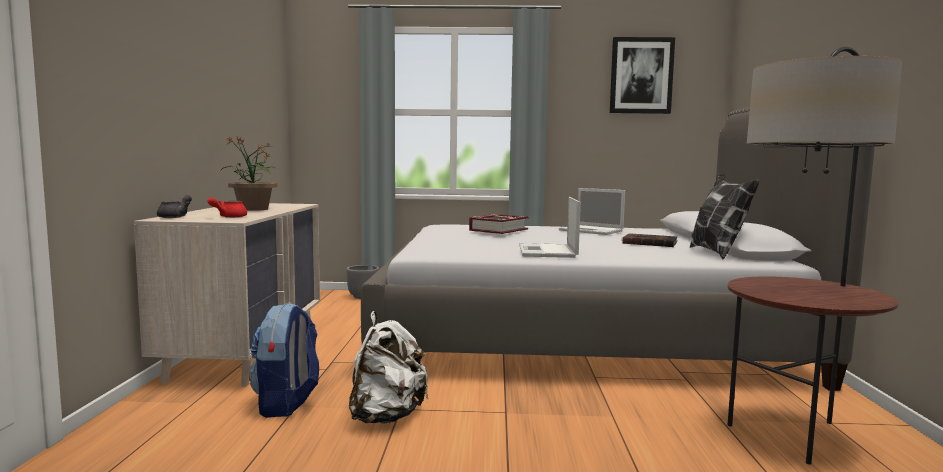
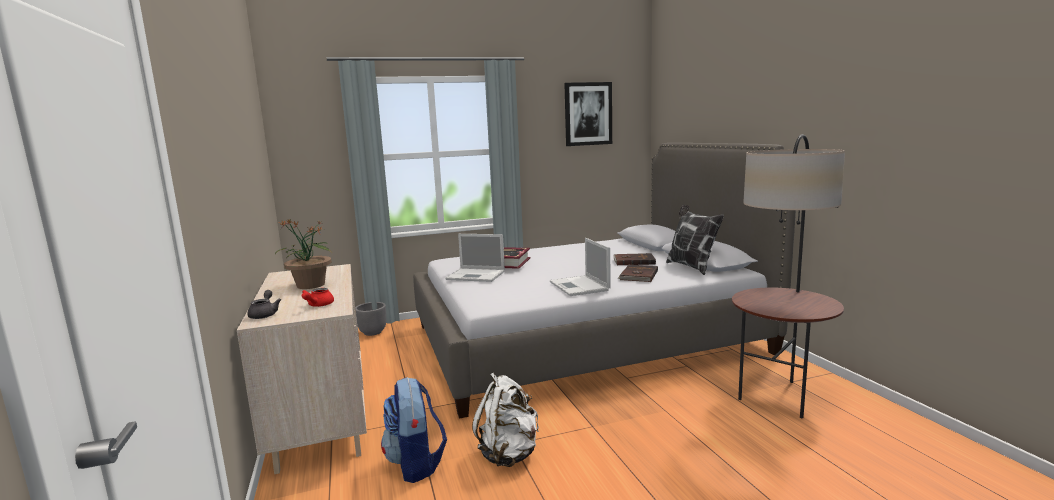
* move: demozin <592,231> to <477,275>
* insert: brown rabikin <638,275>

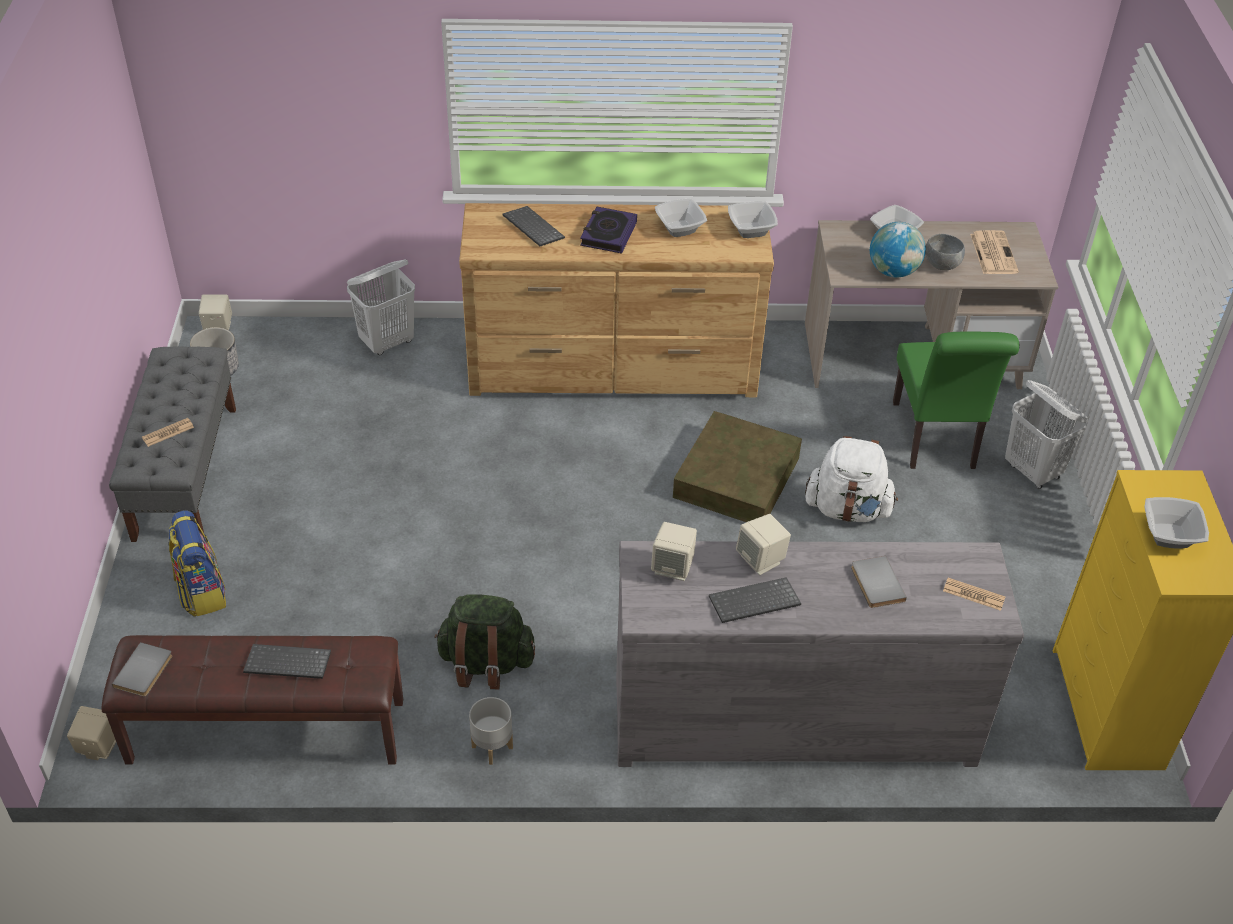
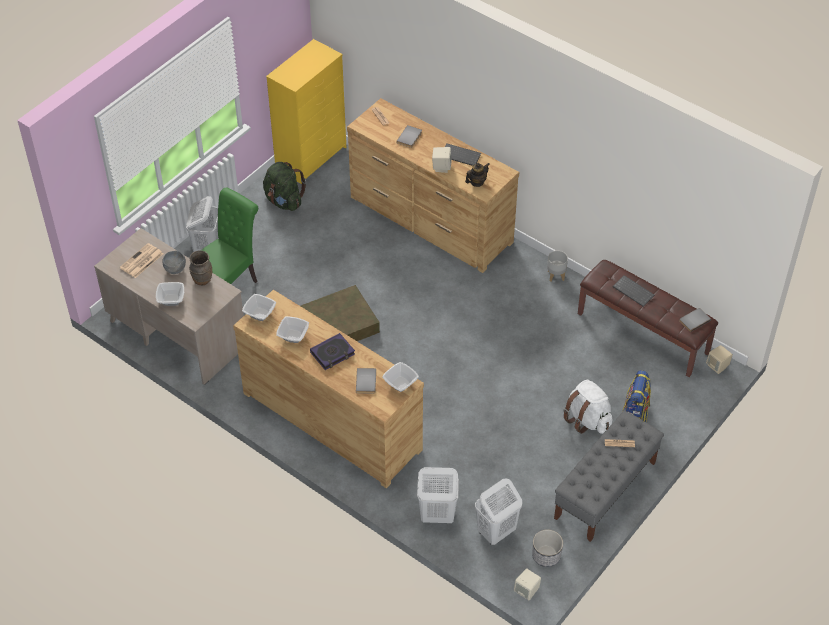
* move: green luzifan <486,663> to <284,201>
* replace: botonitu <531,228> to grey rabikin <367,381>
* recolor: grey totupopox <791,718> to brown totupopox <430,220>
* replace: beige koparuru <673,567> to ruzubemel <477,182>
* move: white luzifan <847,509> to <587,419>
* replace: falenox <893,271> to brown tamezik <202,280>
* move: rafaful <1168,535> to <401,384>
* insert: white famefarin <496,532>

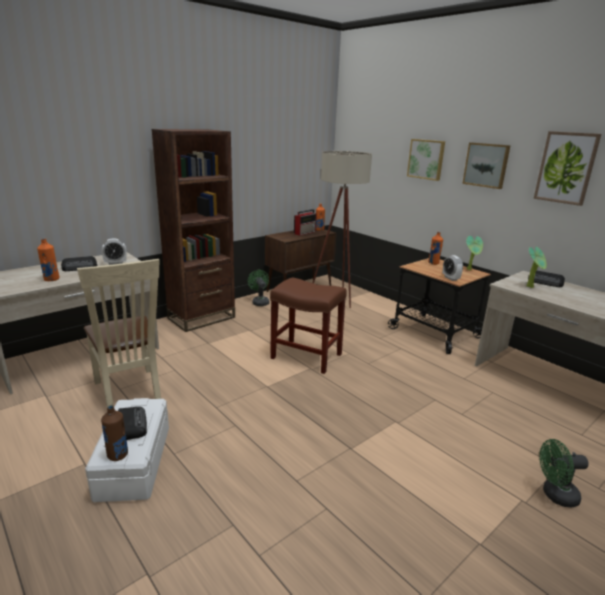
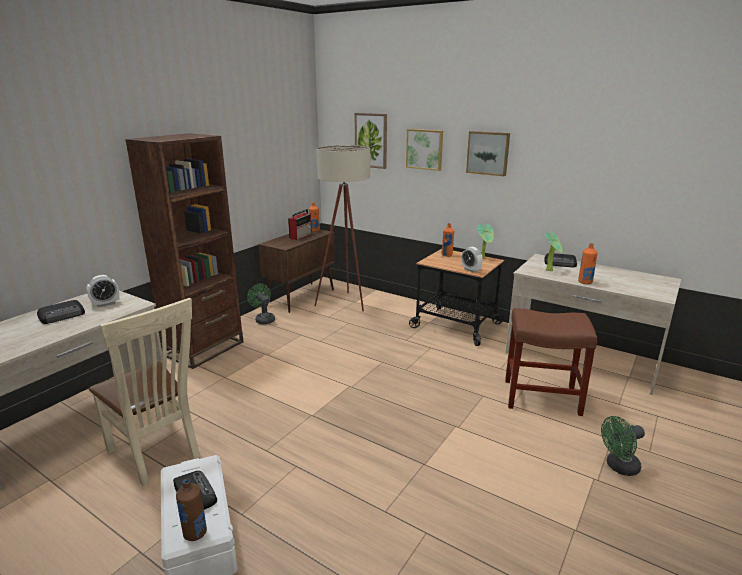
* move: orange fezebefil <51,279> to <585,282>
* move: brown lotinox <305,356> to <540,397>
* move: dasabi <566,168> to <371,140>

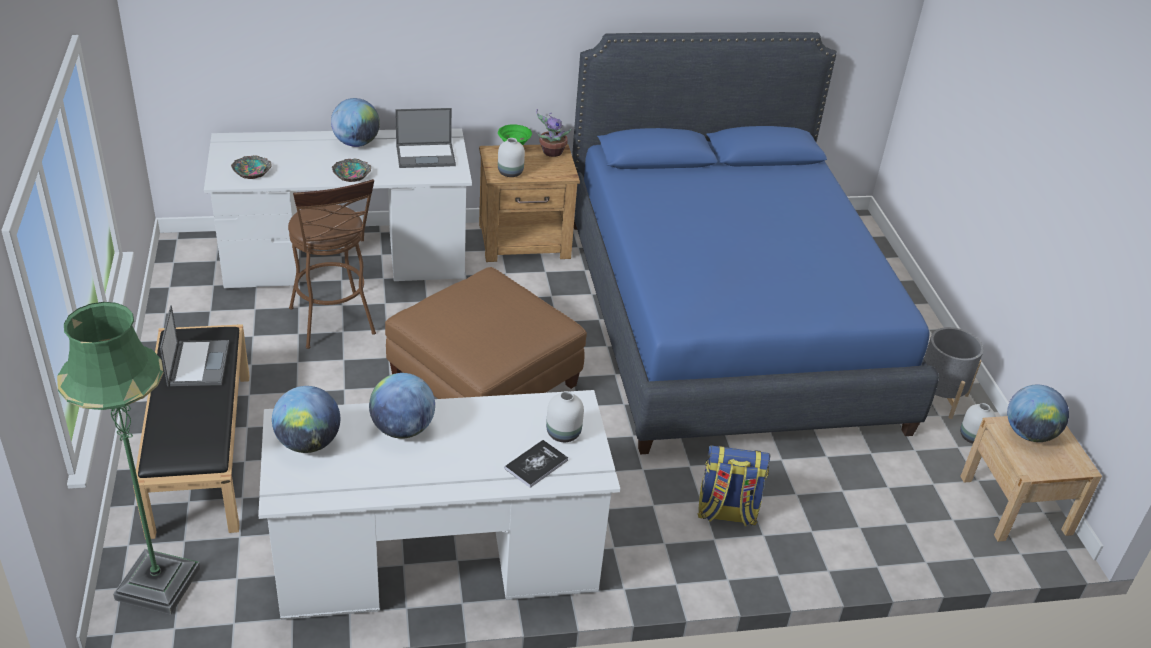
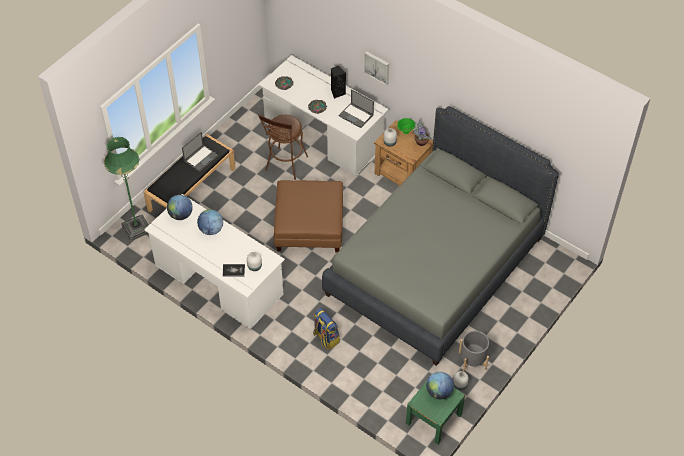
* replace: falenox <356,143> to black koparuru <337,92>
* recolor: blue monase <726,319> to grey monase <435,266>
* recolor: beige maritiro <1015,505> to green maritiro <433,418>
* insert: dasabi <377,67>

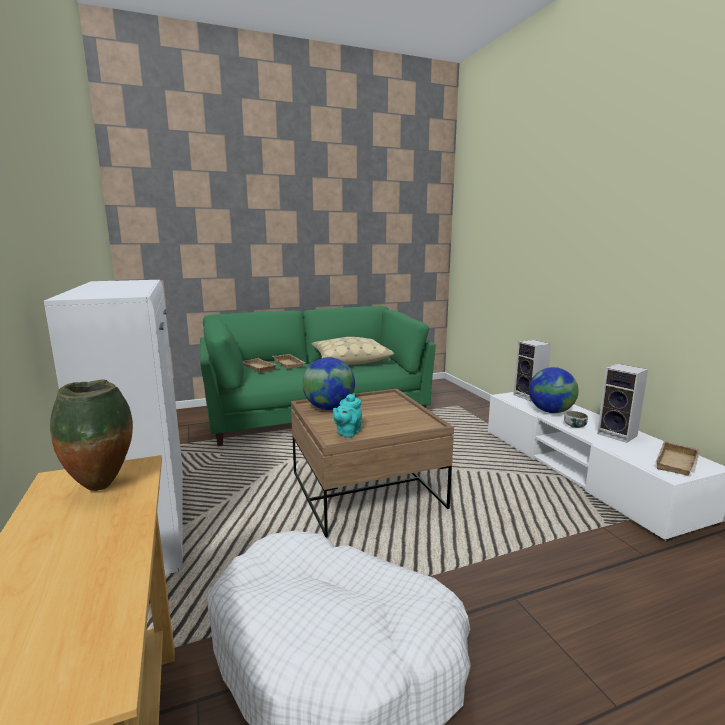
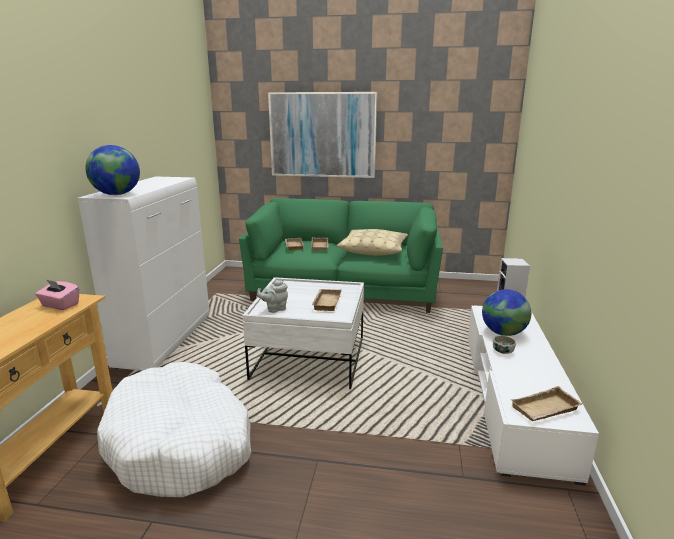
* replace: tamezik <103,487> to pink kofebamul <60,305>
* recolor: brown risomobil <366,490> to white risomobil <309,358>
* move: falenox <329,408> to <117,194>
* recolor: turquoise ruzubemel <347,433> to grey ruzubemel <274,309>
* delete: koparuru <619,435>
* insert: dasabi <323,135>
* insert: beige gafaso <326,302>

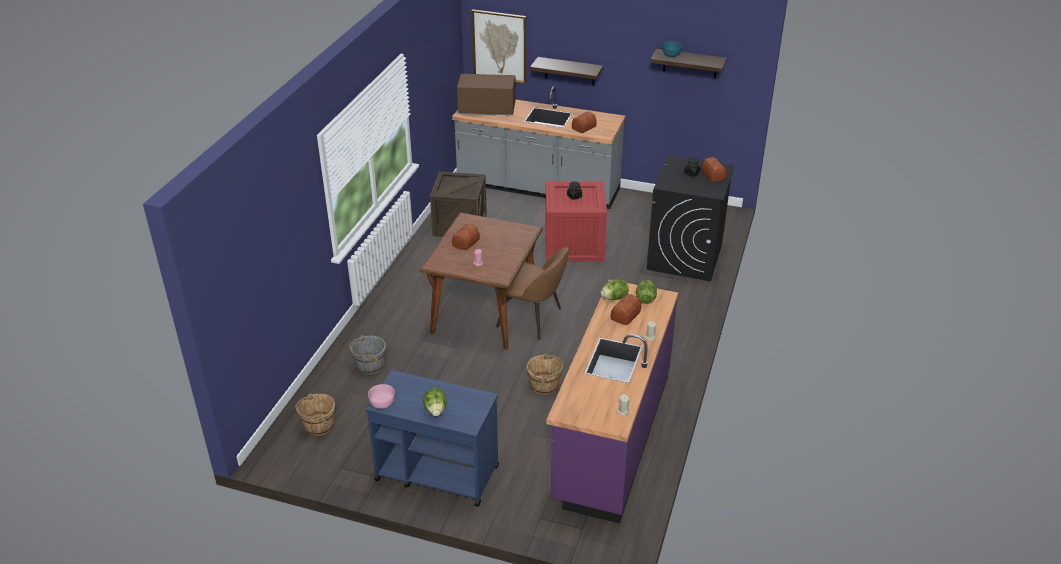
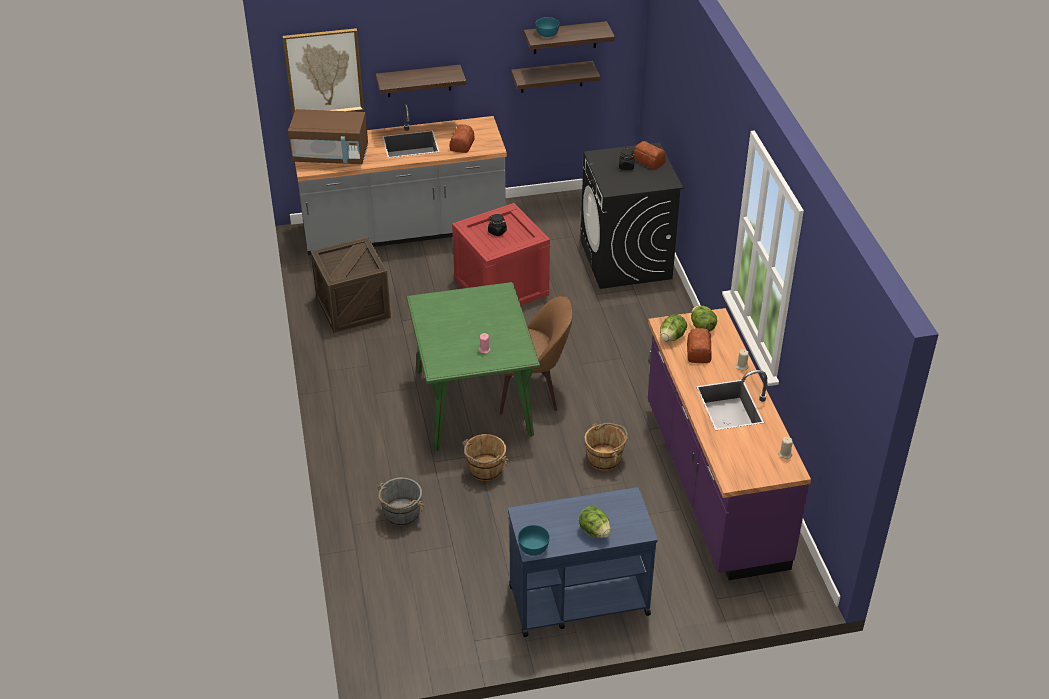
* move: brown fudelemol <318,425> to <485,470>
* recolor: pink rafaful <382,403> to turquoise rafaful <534,547>
* recolor: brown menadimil <485,313> to green menadimil <474,403>
* delete: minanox <465,242>
* rotate: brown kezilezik <486,110> = <331,156> 150 degrees counterclockwise
* insert: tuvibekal <551,77>

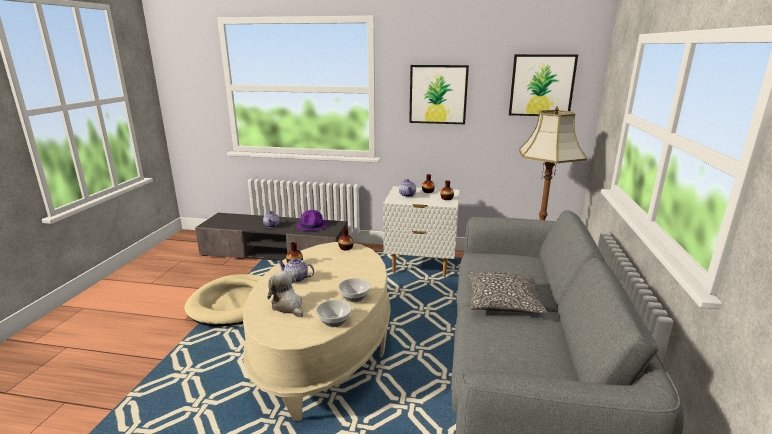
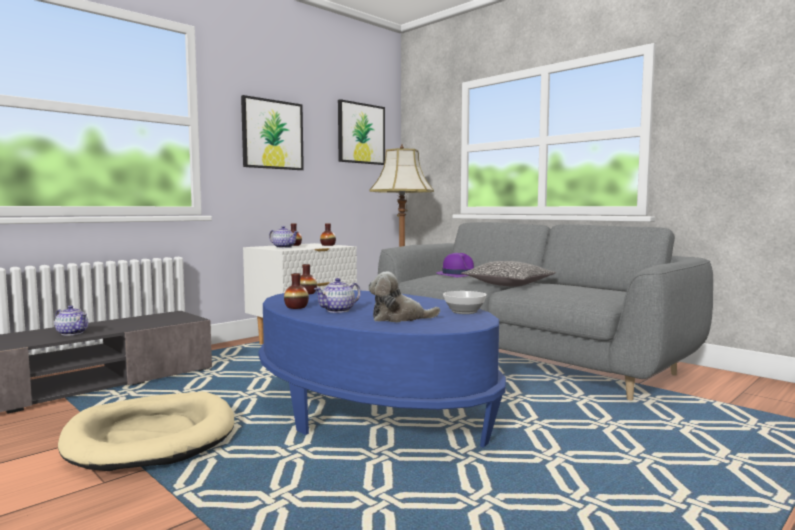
* recolor: beige risomobil <324,348> to blue risomobil <371,409>
* move: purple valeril <312,225> to <458,274>
* delete: rafaful <354,297>

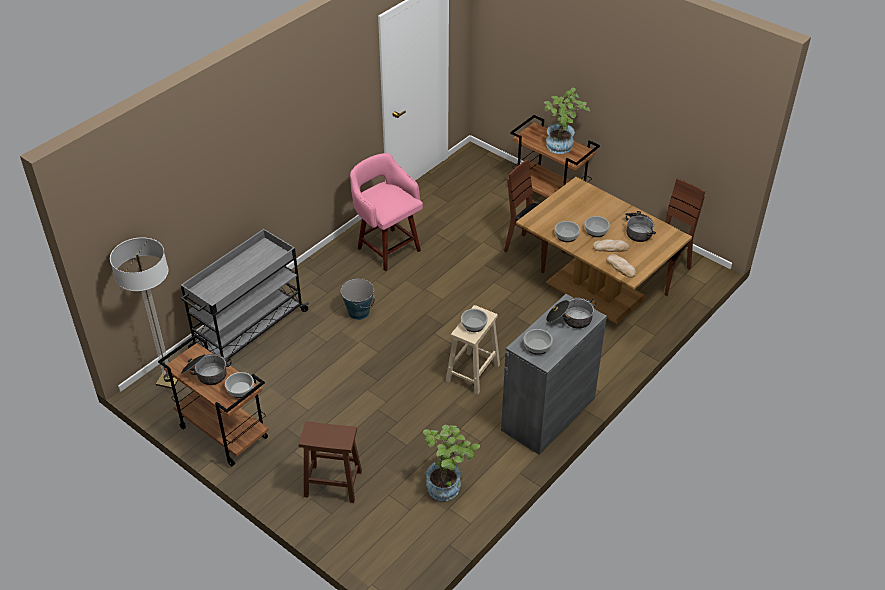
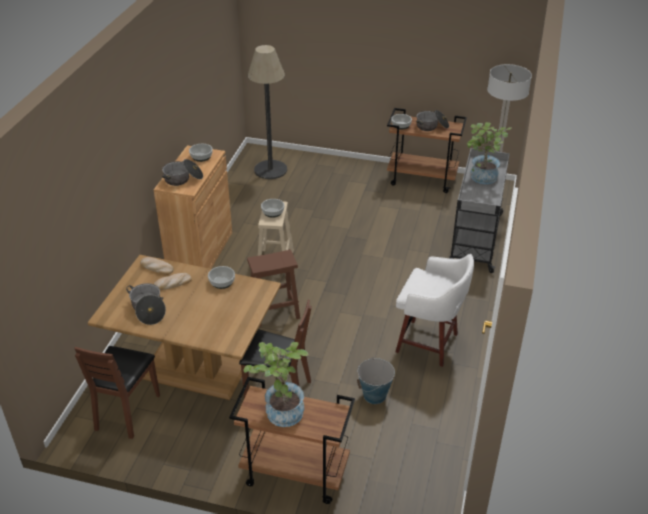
* move: brown lotinox <334,483> to <273,312>
* move: fudelemol <359,312> to <374,395>
* recolor: pink lotinox <387,248> to white lotinox <429,343>
* move: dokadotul <448,485> to <481,179>
* recolor: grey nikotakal <548,414> to brown nikotakal <200,252>
* delete: rafaful <596,231>
* insert: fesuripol <270,170>

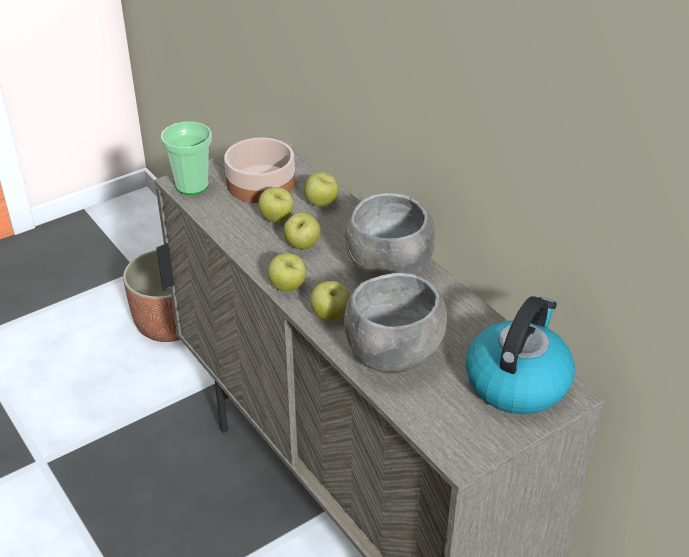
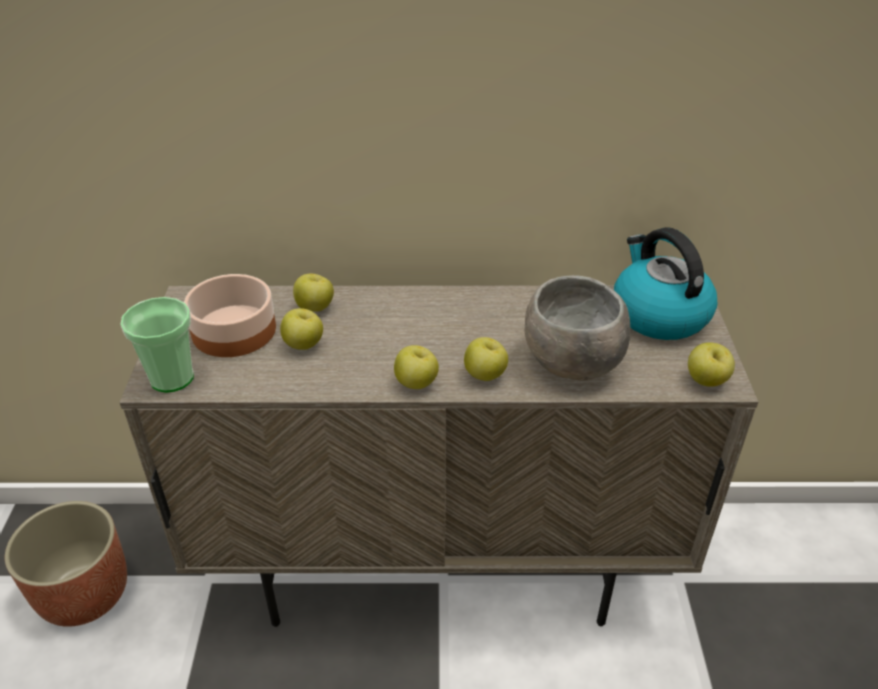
* move: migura <302,246> to <706,381>
* delete: grey rafaful <389,270>

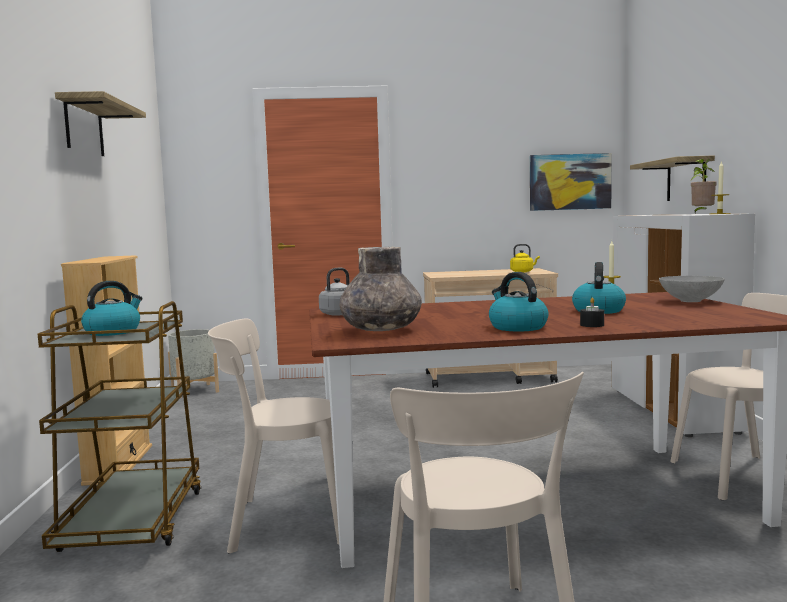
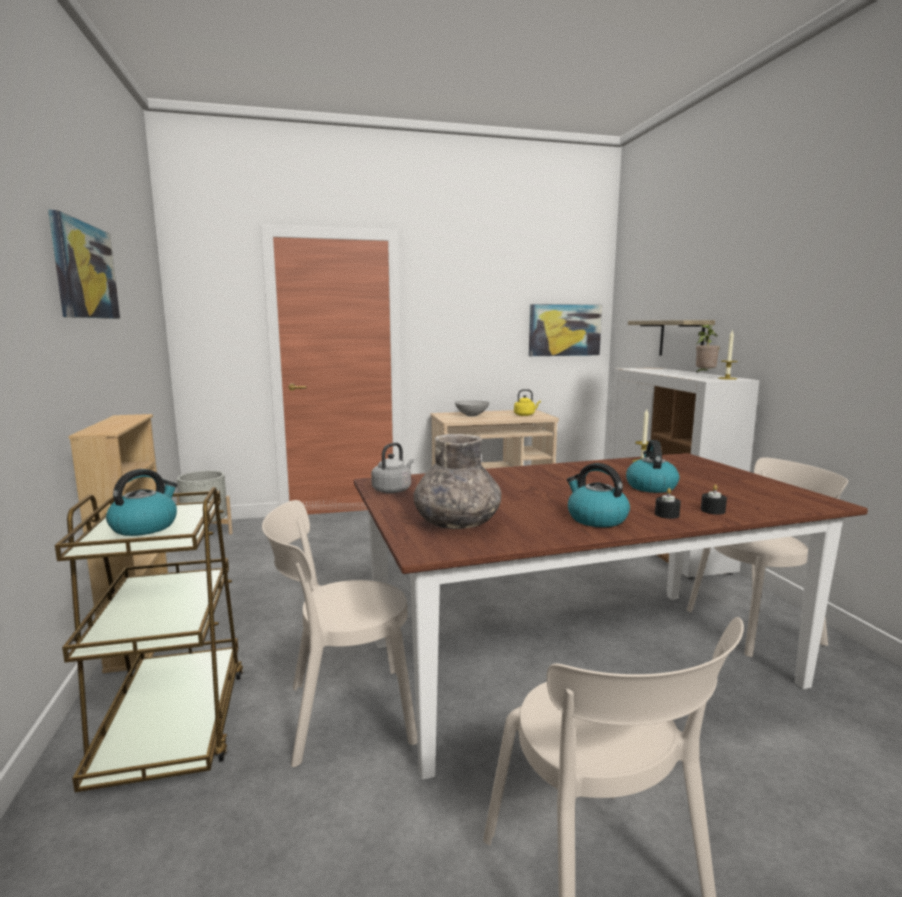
* replace: tuvibekal <84,128> to dasabi <84,271>
* move: grey rafaful <689,301> to <471,415>
* insert: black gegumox <712,510>

